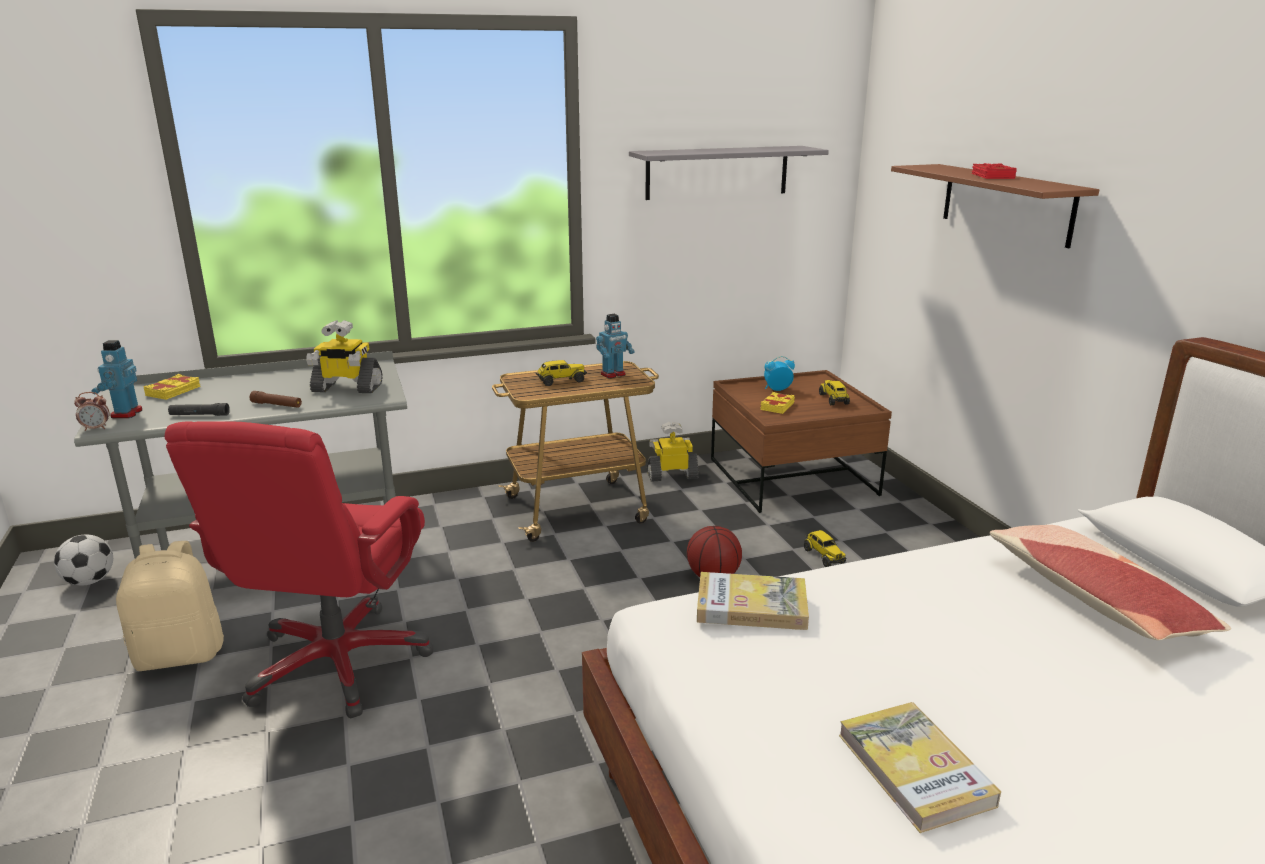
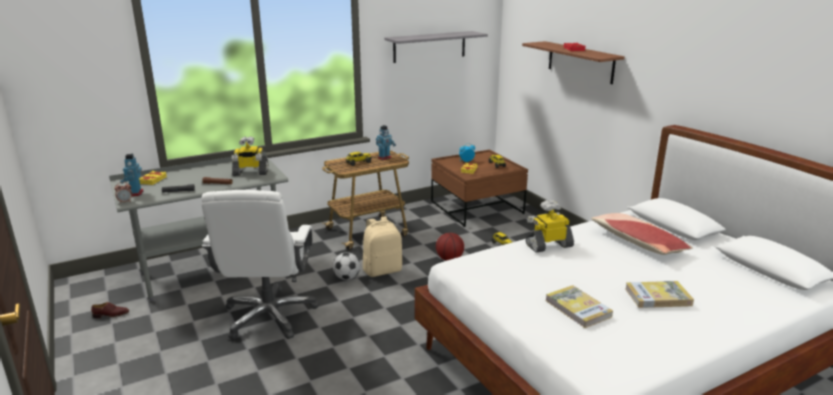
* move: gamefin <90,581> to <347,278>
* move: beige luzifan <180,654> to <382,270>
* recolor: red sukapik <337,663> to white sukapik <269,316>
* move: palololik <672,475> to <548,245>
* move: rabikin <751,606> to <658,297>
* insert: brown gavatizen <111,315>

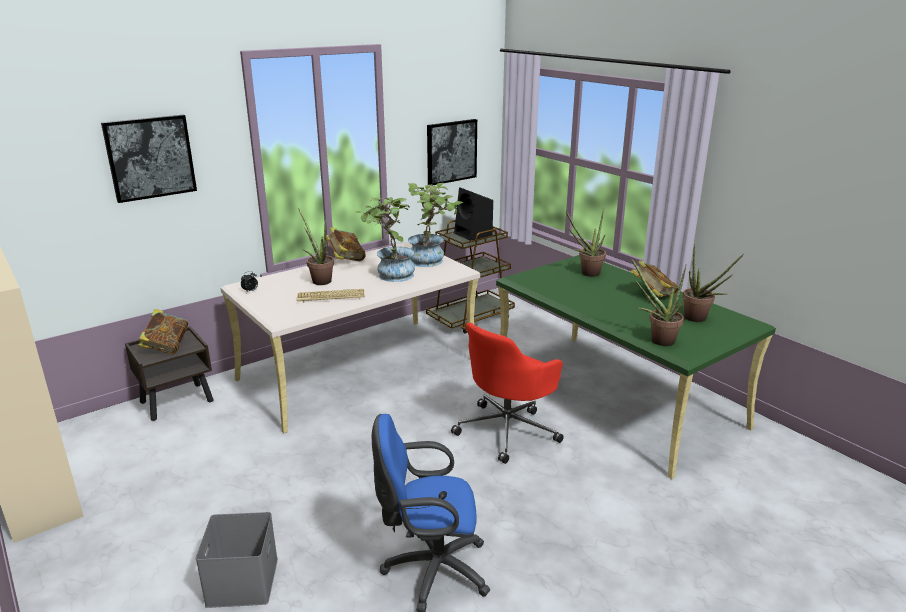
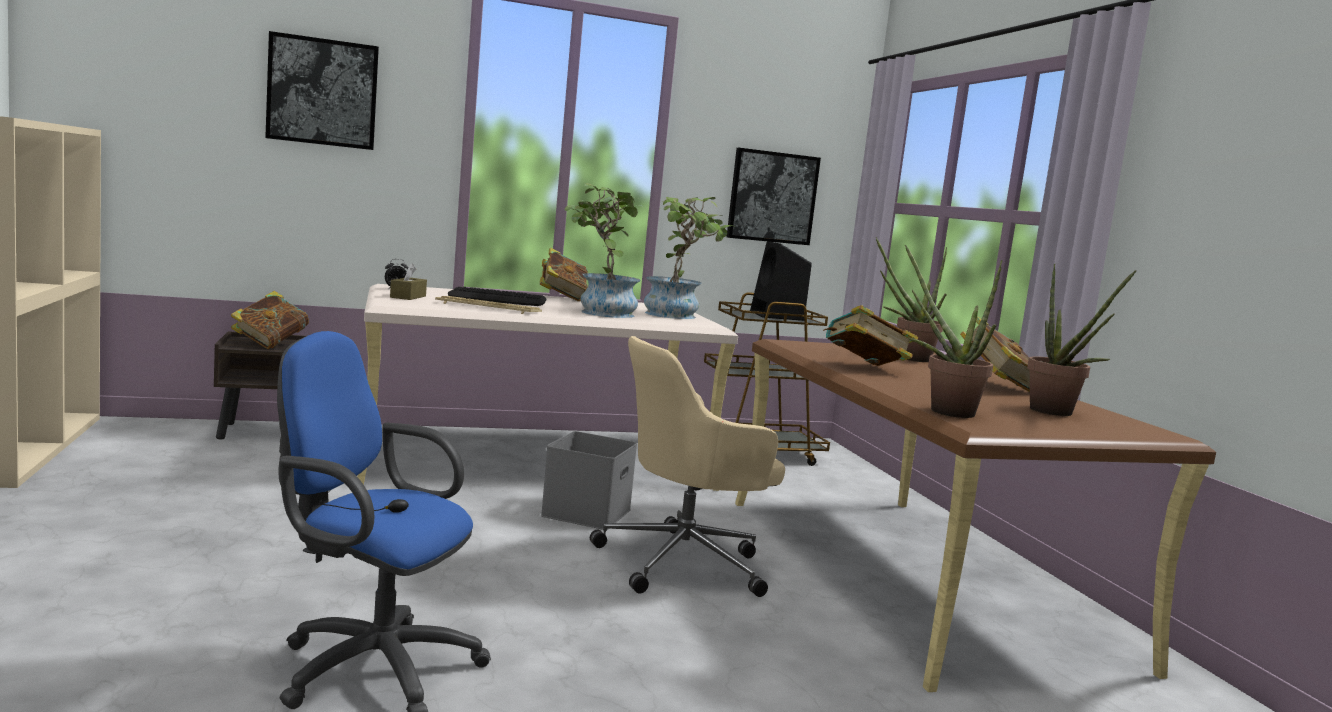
* move: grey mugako <243,582> to <587,513>
* replace: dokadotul <319,280> to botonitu <497,299>
* recolor: red sukapik <508,430> to beige sukapik <685,562>
* recolor: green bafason <615,397> to brown bafason <913,576>
* insert: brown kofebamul <408,297>
* insert: rabikin <864,368>

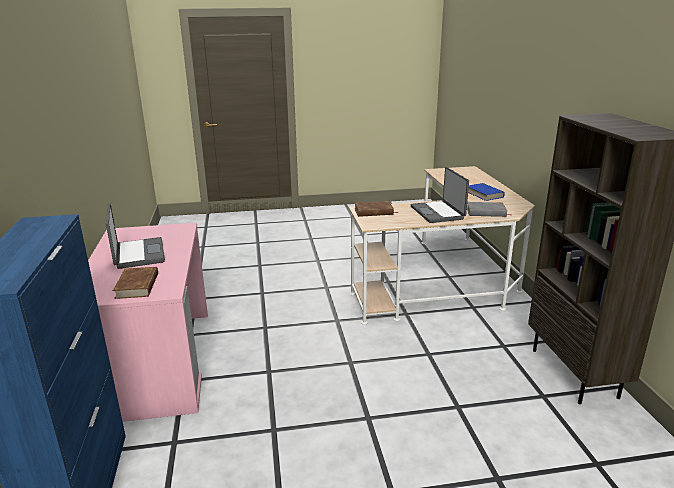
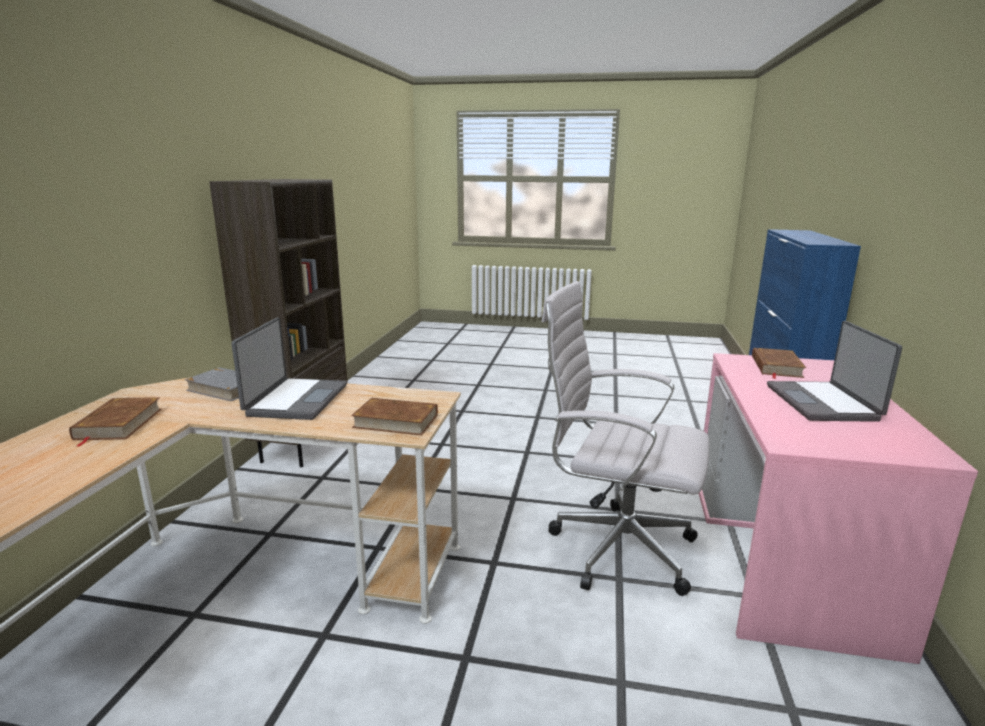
* recolor: blue rabikin <484,194> to brown rabikin <118,424>
* insert: white sukapik <615,548>

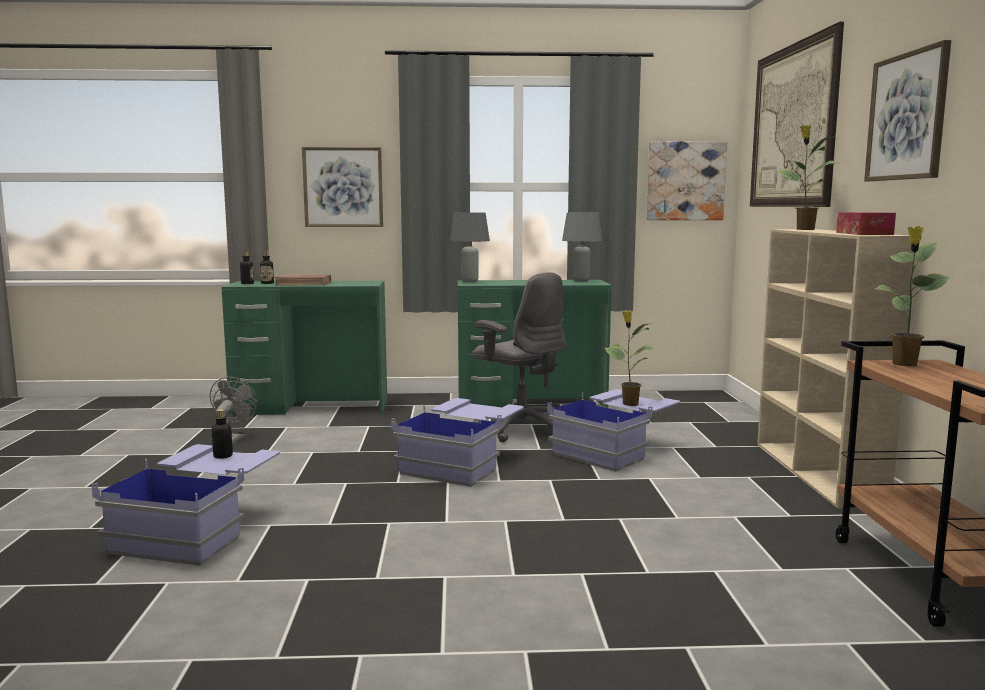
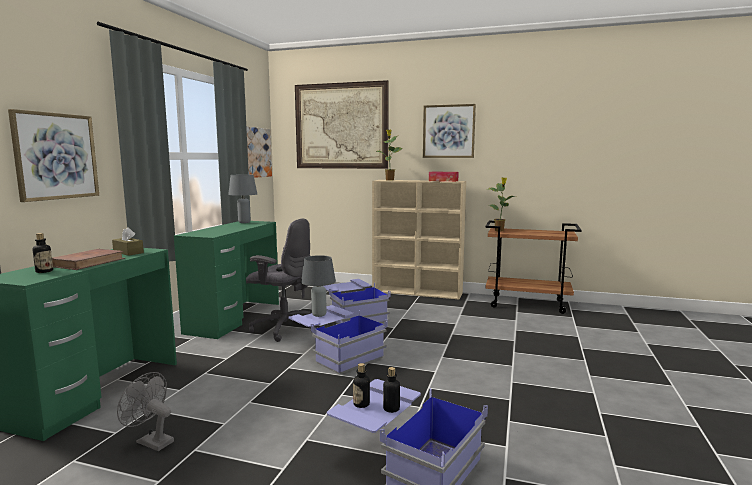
* move: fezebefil <247,283> to <391,409>
* move: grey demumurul <470,281> to <319,315>
* rotate: grey sukapik <521,428> = <284,328> 45 degrees clockwise
* delete: dokadotul <629,404>
* insert: brown kofebamul <128,252>

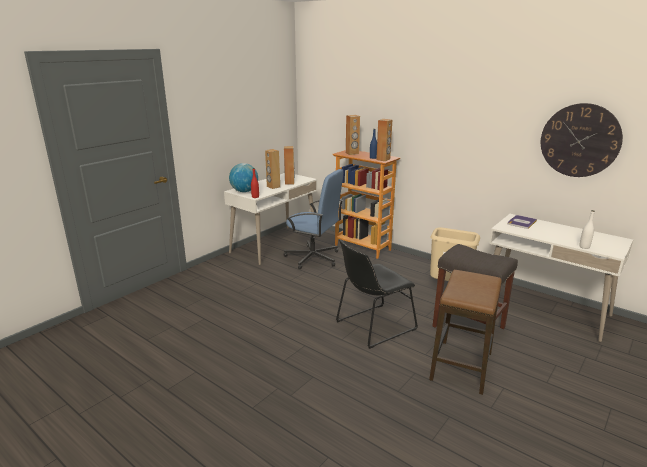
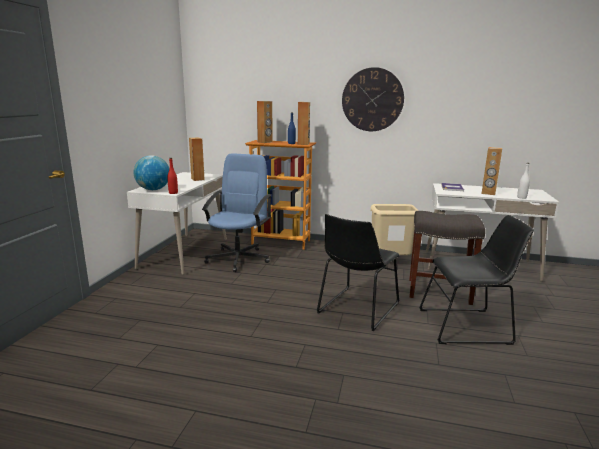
* move: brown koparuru <273,187> to <488,193>
* rotate: blue sukapik <313,258> = <238,258> 75 degrees counterclockwise
* replace: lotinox <461,366> to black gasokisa <468,326>
* move: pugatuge <579,140> to <372,100>

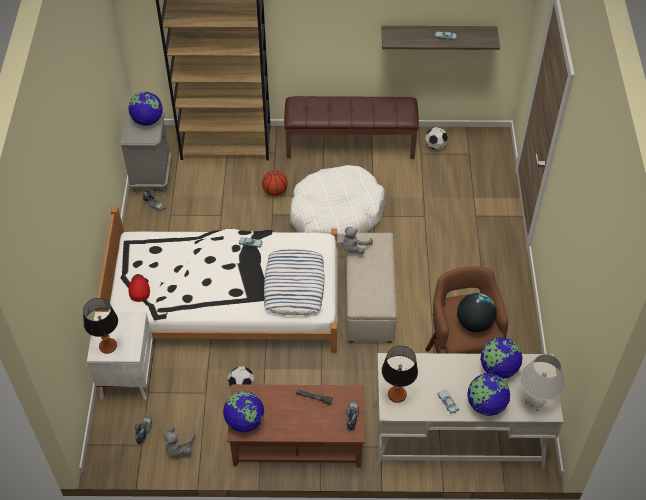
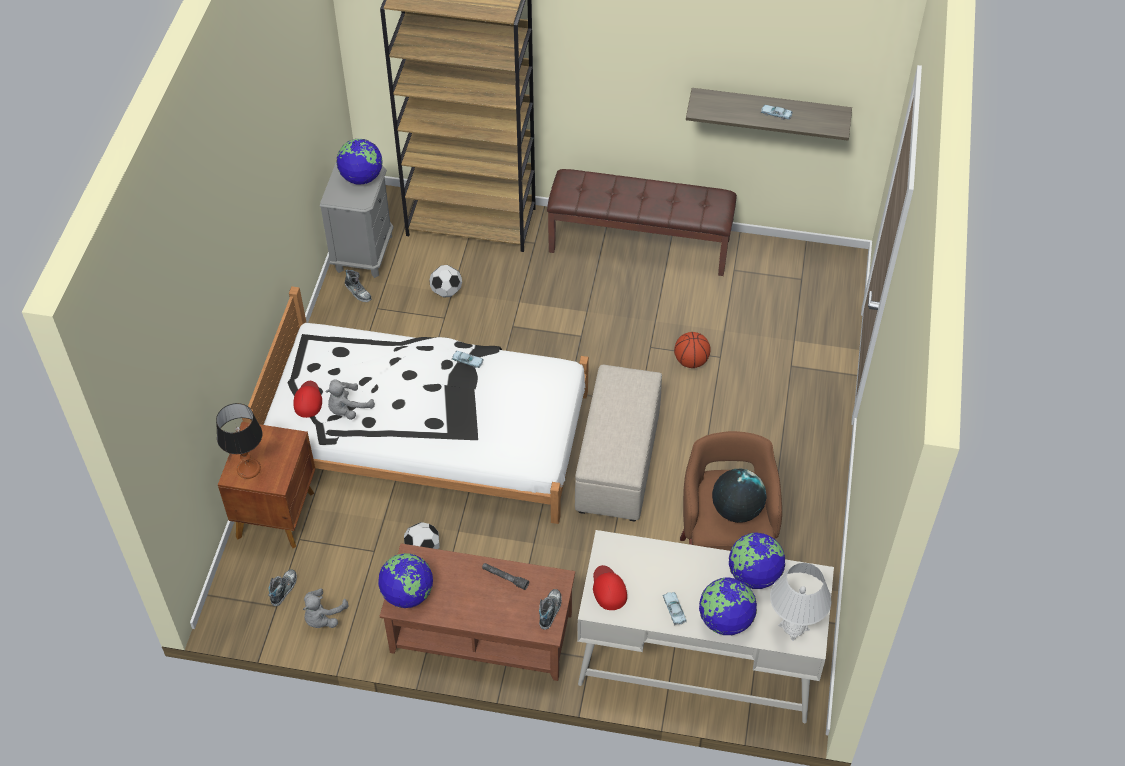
* recolor: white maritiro <128,376> to brown maritiro <277,514>
* move: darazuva <275,191> to <691,361>
* delete: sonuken <294,285>
* delete: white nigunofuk <336,214>
* move: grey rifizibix <354,248> to <348,409>
* replace: demumurul <397,395> to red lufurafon <608,589>
* move: gamefin <435,146> to <446,291>

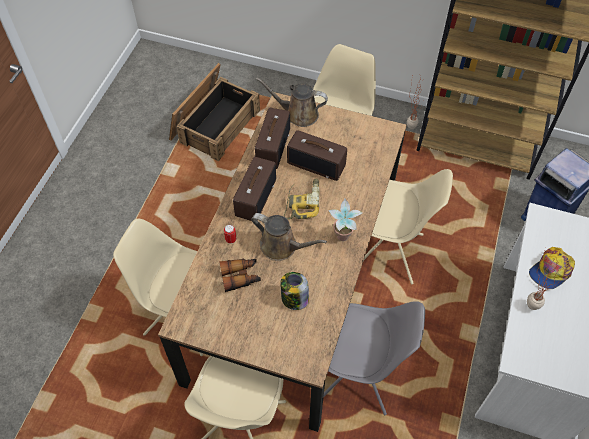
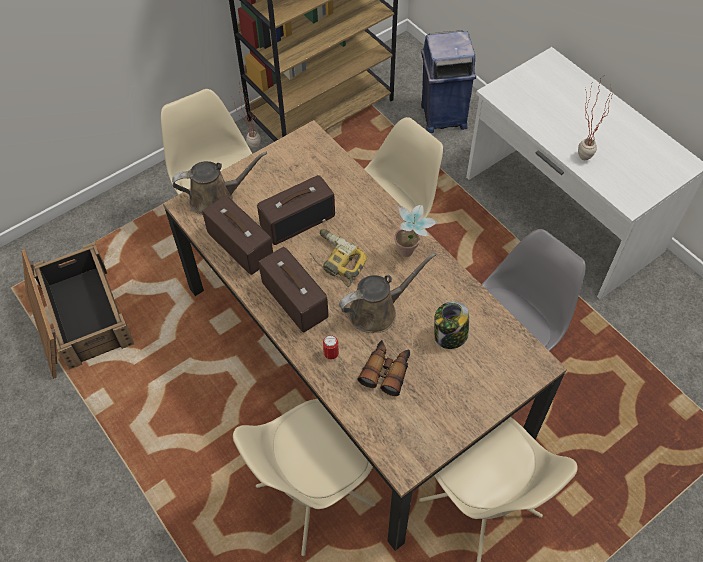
* rotate: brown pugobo <298,114> = <216,199> 150 degrees counterclockwise
* delete: lufurafon <550,271>

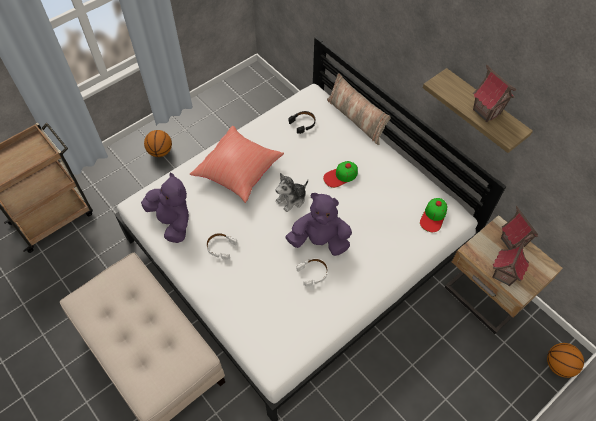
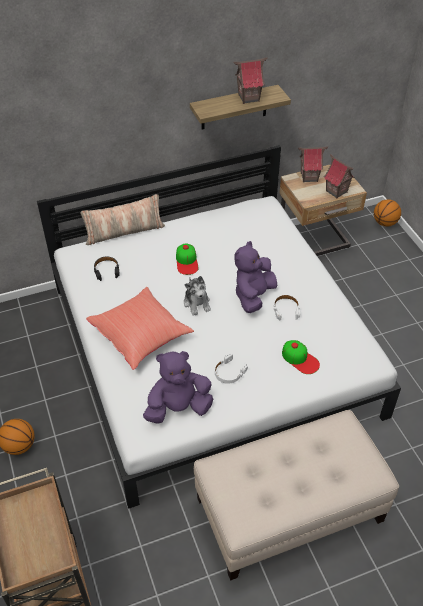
* move: lufurafon <433,216> to <300,359>

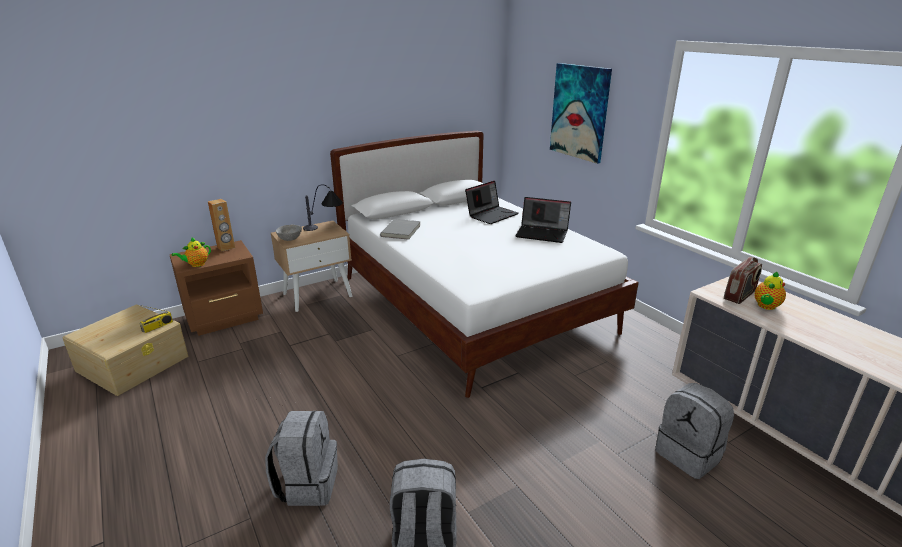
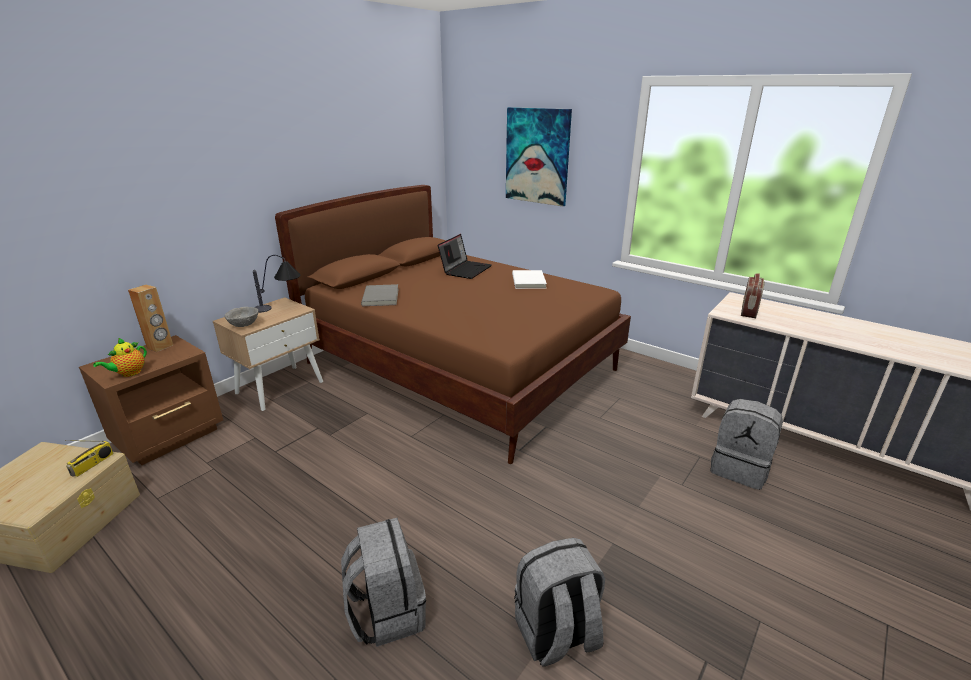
* recolor: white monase <472,303> to brown monase <460,366>
* replace: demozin <543,233> to white rabikin <529,281>
* delete: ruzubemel <766,306>

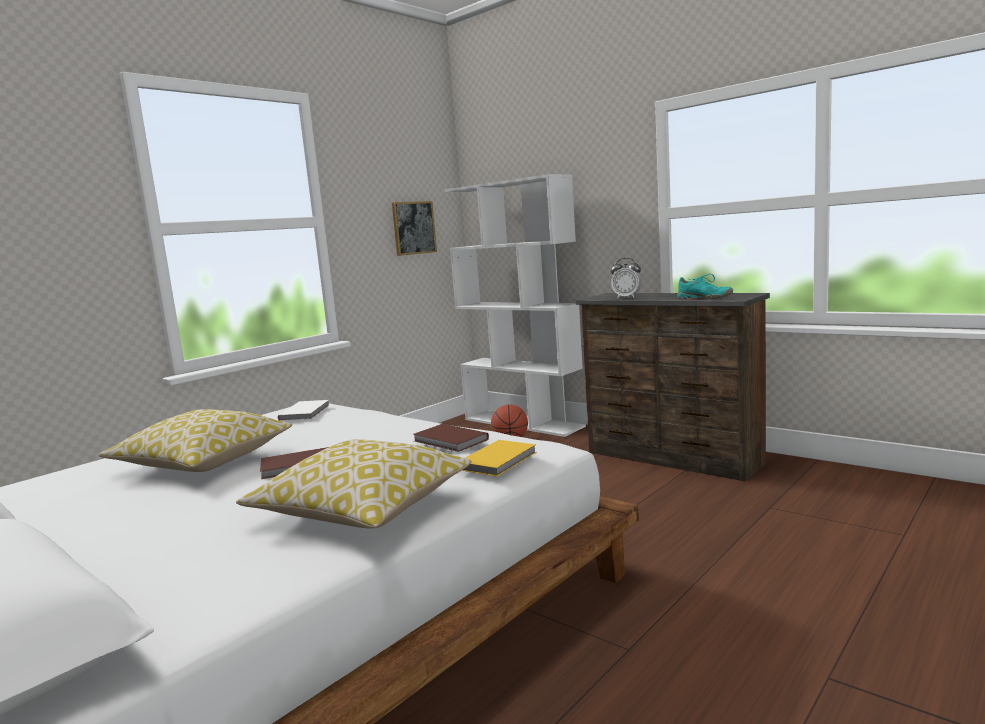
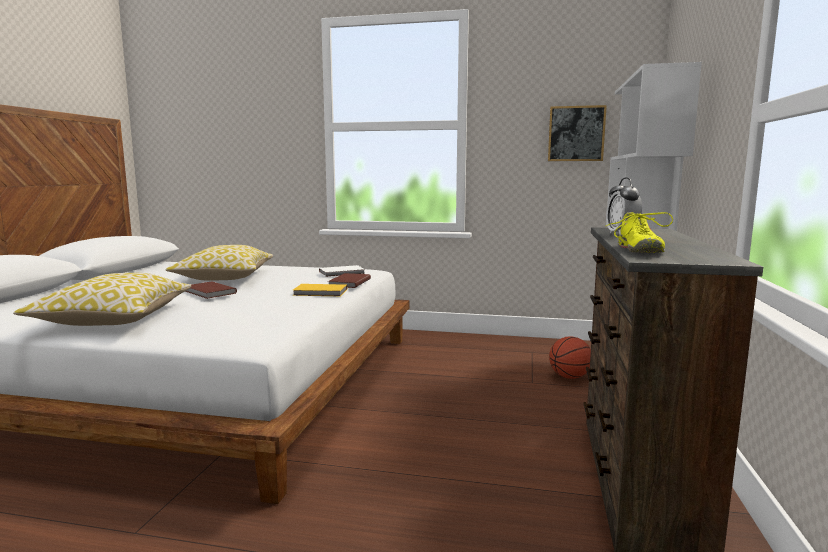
* move: brown rabikin <450,441> to <348,282>
* move: yellow rabikin <499,460> to <321,292>
* recolor: turquoise gavatizen <704,298> to yellow gavatizen <638,250>

